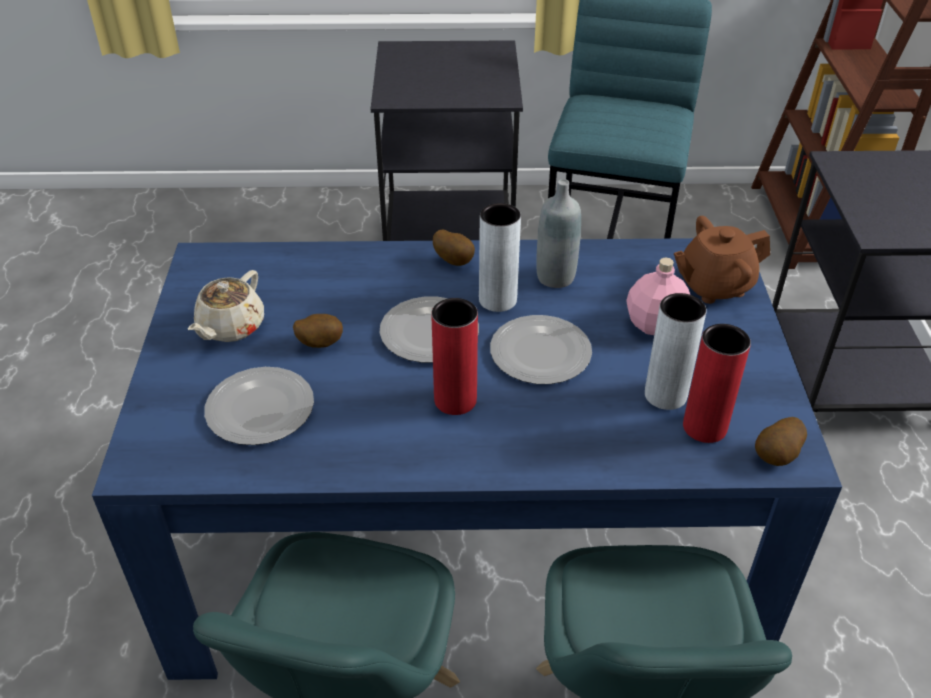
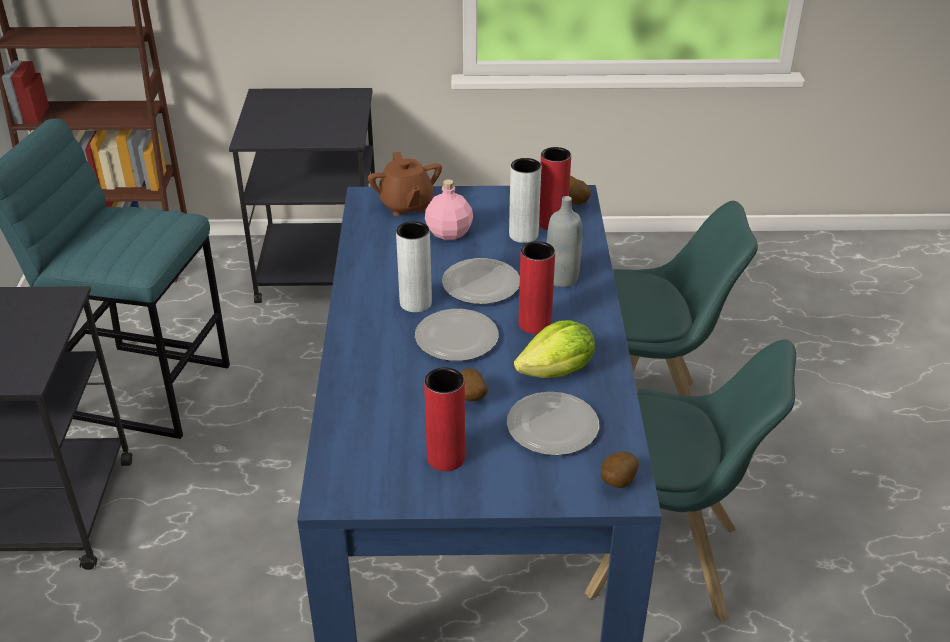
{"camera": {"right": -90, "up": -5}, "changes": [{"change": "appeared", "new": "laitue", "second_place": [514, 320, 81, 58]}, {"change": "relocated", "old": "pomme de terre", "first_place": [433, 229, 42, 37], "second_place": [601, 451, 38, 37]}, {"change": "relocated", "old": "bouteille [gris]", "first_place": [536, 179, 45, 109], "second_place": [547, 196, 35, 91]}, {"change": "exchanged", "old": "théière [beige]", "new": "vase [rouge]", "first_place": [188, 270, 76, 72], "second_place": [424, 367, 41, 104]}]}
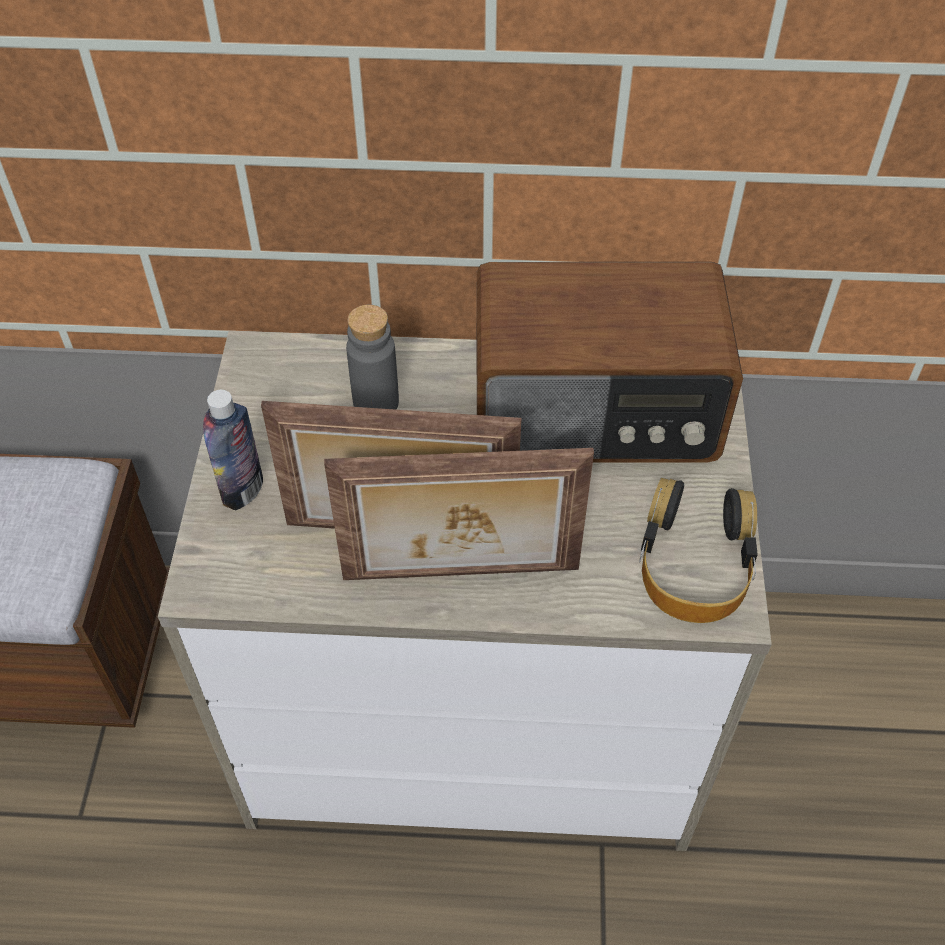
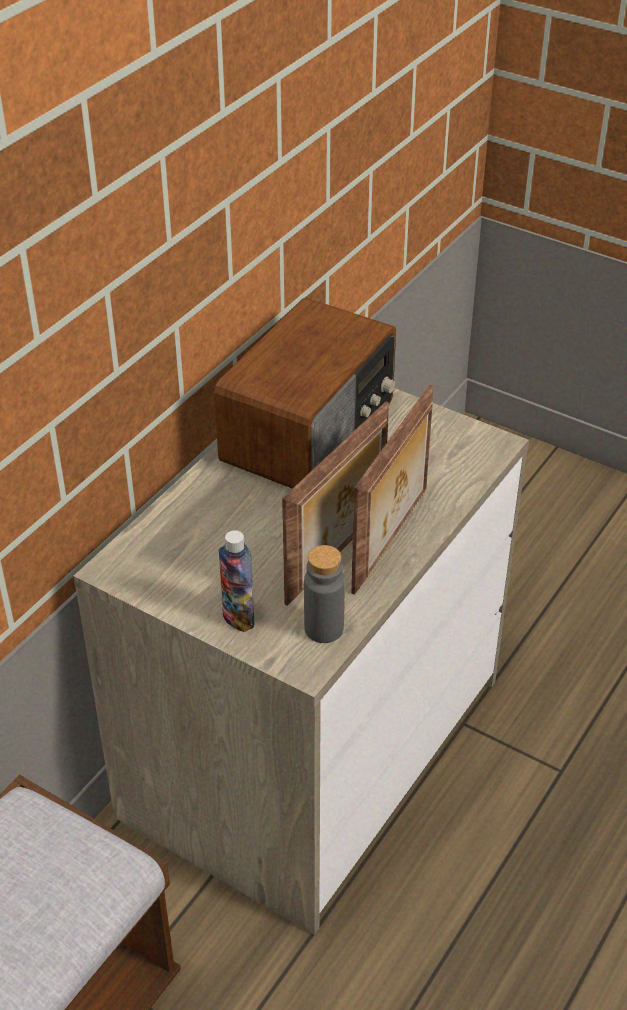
{"camera": {"right": -60, "up": -10}, "changes": [{"change": "missing", "old": "casque audio", "first_place": [639, 478, 119, 145]}, {"change": "relocated", "old": "bouteille [gris]", "first_place": [346, 305, 53, 105], "second_place": [304, 545, 41, 98]}]}
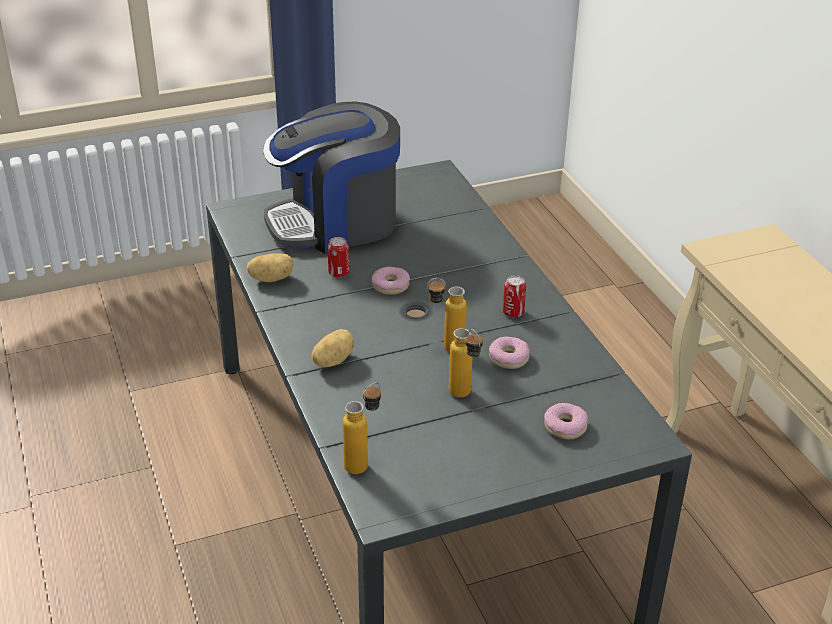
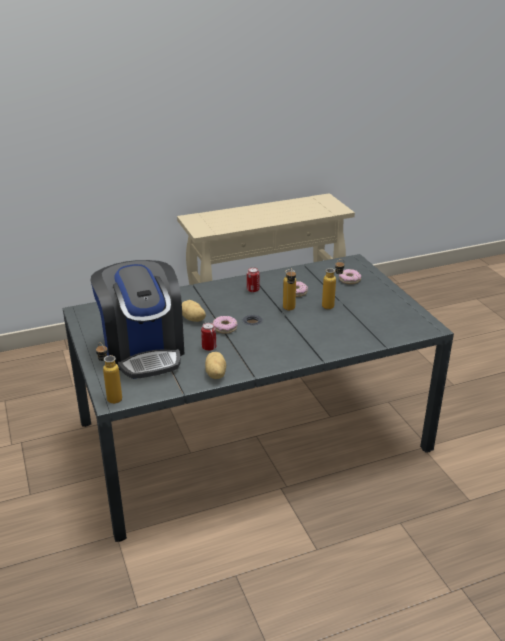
{"camera": {"right": -90, "up": -5}, "changes": [{"change": "relocated", "old": "pomme de terre", "first_place": [311, 329, 43, 38], "second_place": [182, 300, 24, 22]}, {"change": "relocated", "old": "bouteille", "first_place": [342, 382, 39, 92], "second_place": [96, 342, 26, 62]}]}
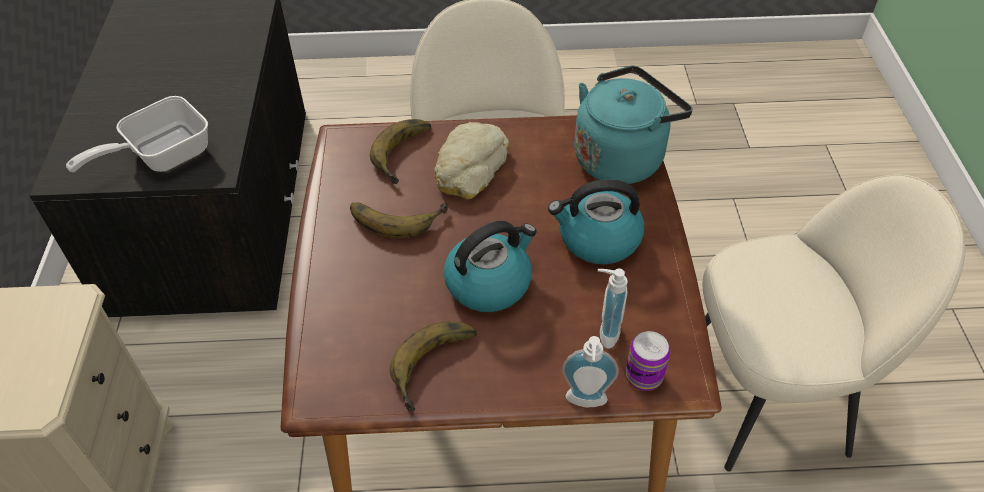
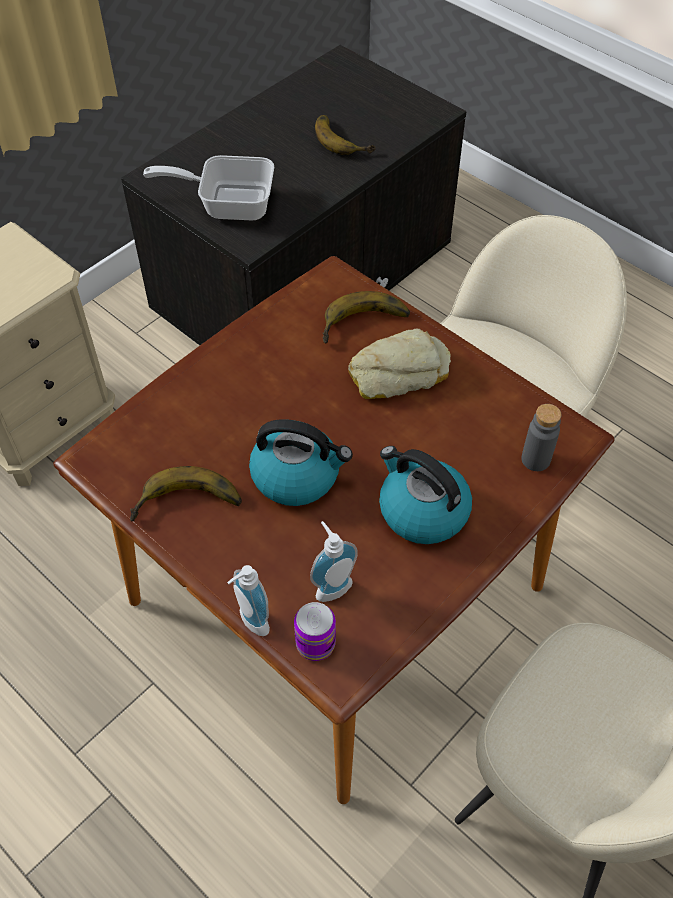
{"camera": {"right": 45, "up": 5}, "changes": [{"change": "relocated", "old": "banane", "first_place": [350, 202, 98, 36], "second_place": [315, 115, 61, 40]}, {"change": "exchanged", "old": "bouilloire [turquoise]", "new": "bouteille [gris]", "first_place": [574, 65, 119, 119], "second_place": [521, 404, 40, 67]}]}
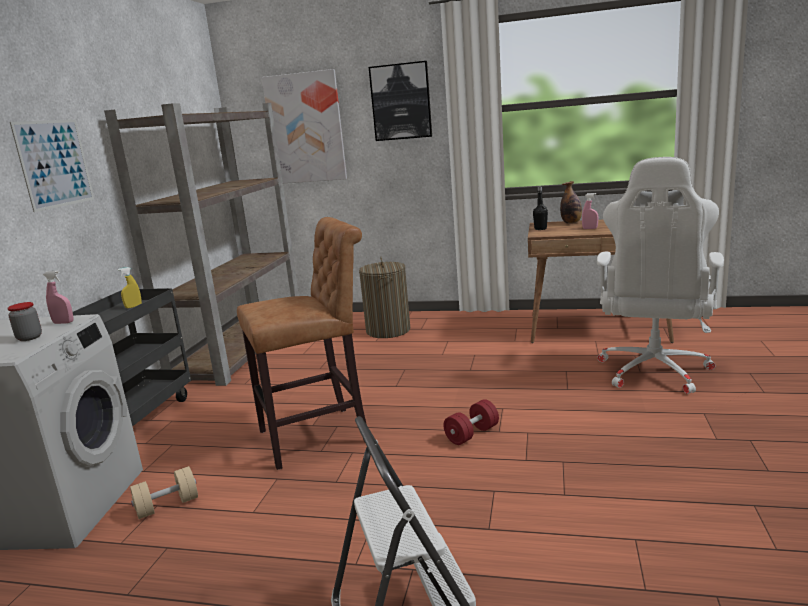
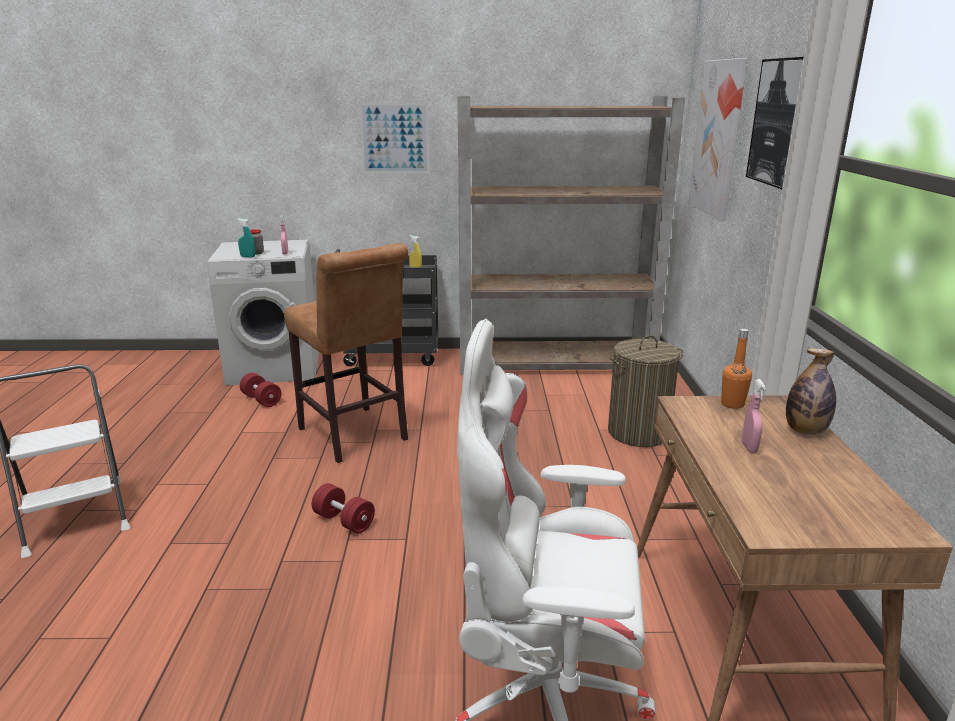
{"camera": {"right": 75, "up": 5}, "changes": [{"change": "appeared", "new": "vaporisateur [turquoise]", "second_place": [237, 218, 18, 39]}, {"change": "colour", "old": "haltère [beige]", "new": "haltère [rouge]", "first_place": [130, 466, 68, 53], "second_place": [240, 373, 41, 34]}, {"change": "colour", "old": "bouteille [noir]", "new": "bouteille [orange]", "first_place": [533, 186, 15, 44], "second_place": [721, 329, 31, 80]}]}
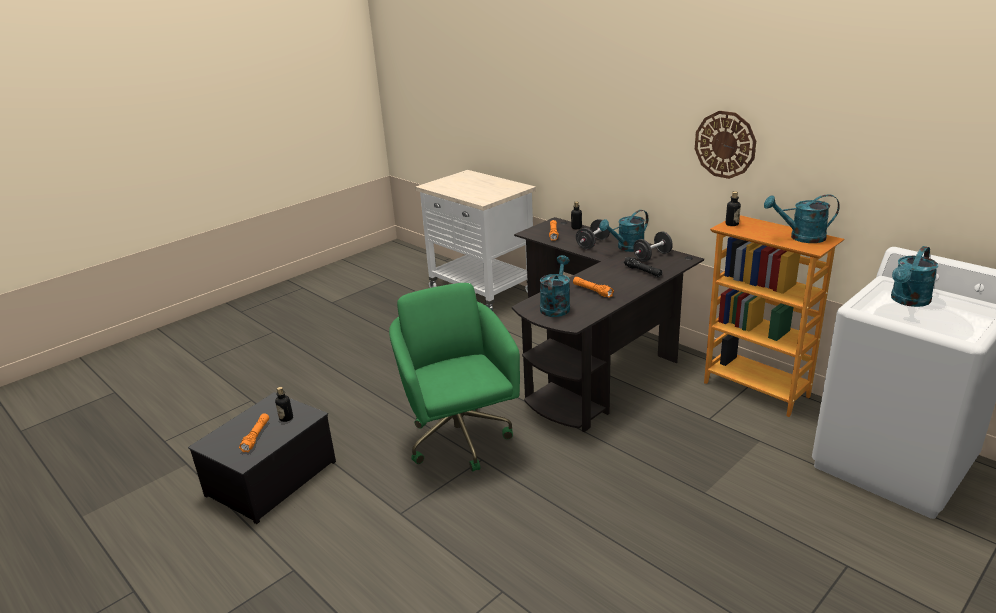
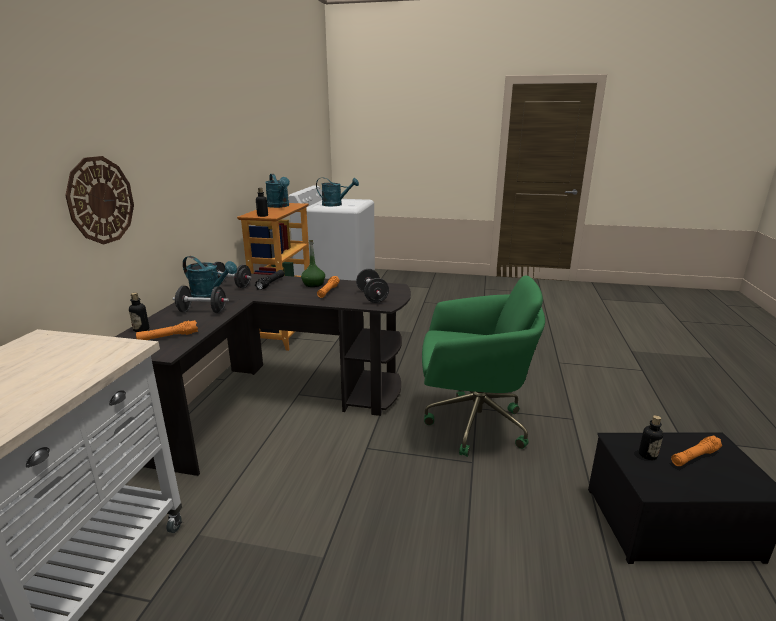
{"camera": {"right": -125, "up": -5}, "changes": [{"change": "appeared", "new": "bouteille [vert]", "second_place": [301, 240, 24, 47]}, {"change": "relocated", "old": "horloge murale", "first_place": [695, 111, 61, 68], "second_place": [65, 156, 69, 88]}, {"change": "exchanged", "old": "arrosoir [turquoise]", "new": "haltère [noir]", "first_place": [540, 255, 30, 62], "second_place": [356, 269, 33, 34]}, {"change": "spun", "old": "chaise de bureau [vert]", "first_place": [389, 283, 131, 189], "second_place": [422, 275, 123, 182], "degrees": -120}]}
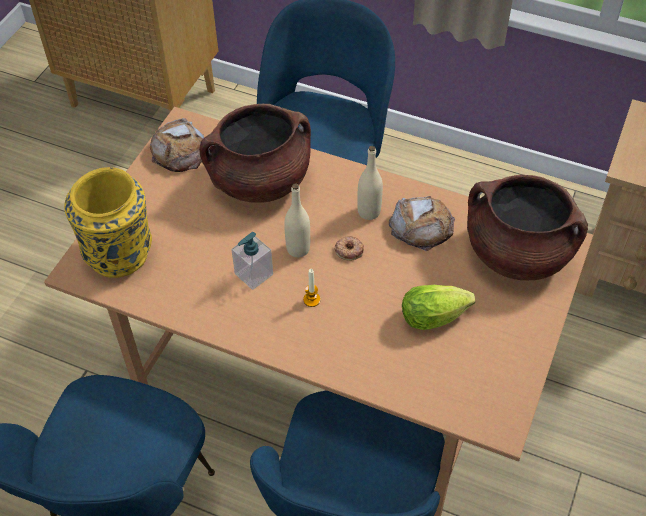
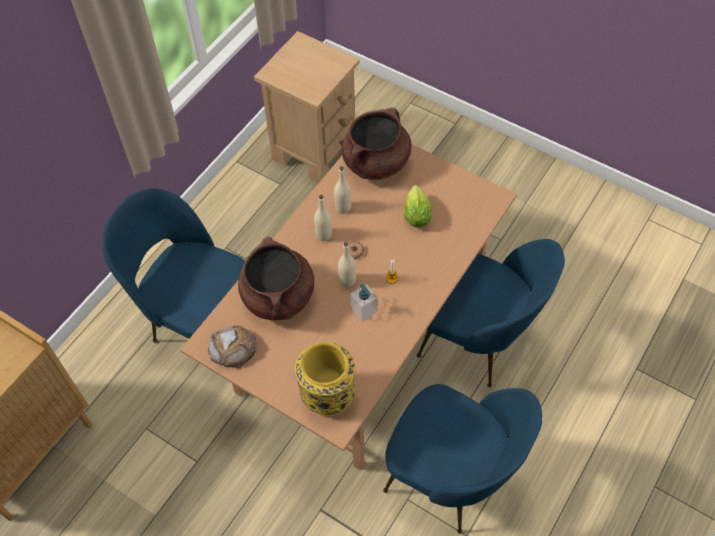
{"camera": {"right": -80, "up": 5}, "changes": [{"change": "exchanged", "old": "pain", "new": "bouteille [beige]", "first_place": [389, 196, 66, 55], "second_place": [334, 167, 17, 47]}]}
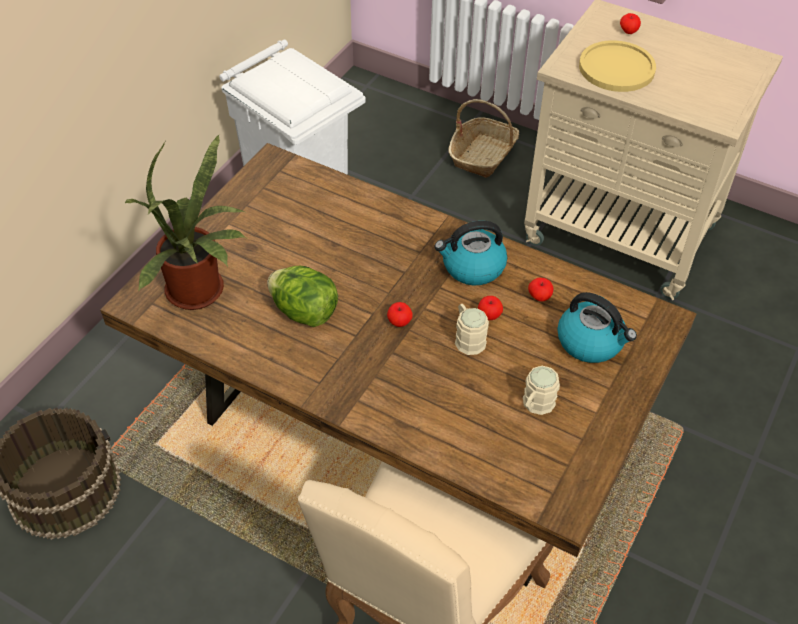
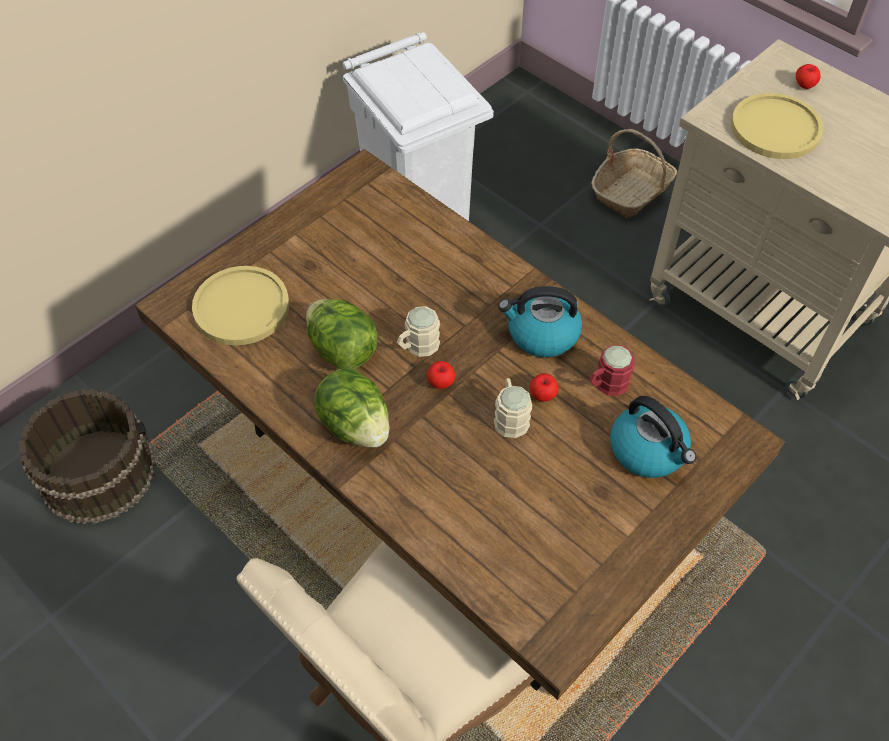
{"camera": {"right": 15, "up": 5}, "changes": [{"change": "appeared", "new": "laitue", "second_place": [314, 368, 76, 80]}, {"change": "relocated", "old": "mug [beige]", "first_place": [523, 366, 37, 49], "second_place": [397, 306, 43, 51]}, {"change": "exchanged", "old": "plante en pot", "new": "assiette [jaune]", "first_place": [125, 134, 121, 176], "second_place": [192, 266, 97, 79]}, {"change": "exchanged", "old": "pomme", "new": "mug [rouge]", "first_place": [528, 278, 26, 24], "second_place": [589, 345, 46, 51]}]}
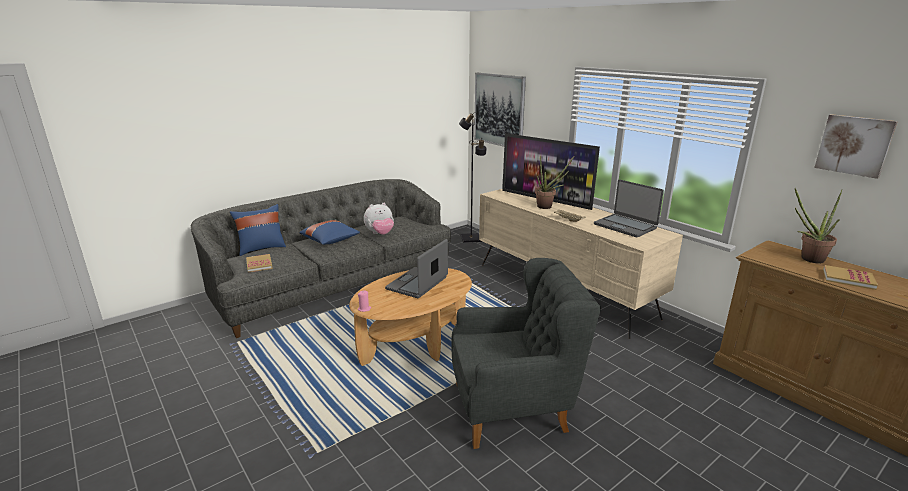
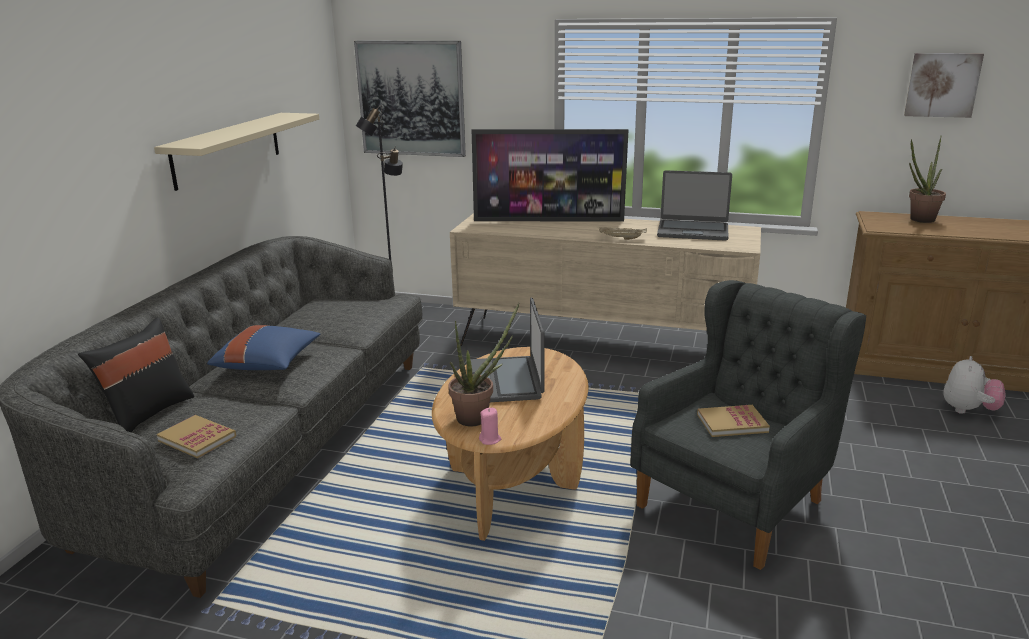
{"camera": {"right": -35, "up": 0}, "changes": [{"change": "appeared", "new": "étagère [beige]", "second_place": [154, 113, 165, 78]}, {"change": "relocated", "old": "peluche", "first_place": [364, 203, 30, 32], "second_place": [943, 356, 63, 58]}, {"change": "relocated", "old": "plante en pot", "first_place": [535, 155, 40, 54], "second_place": [448, 303, 71, 123]}, {"change": "relocated", "old": "livre", "first_place": [823, 265, 55, 25], "second_place": [697, 405, 73, 32]}, {"change": "colour", "old": "coussin [bleu]", "new": "coussin [noir]", "first_place": [230, 204, 56, 52], "second_place": [78, 317, 116, 115]}]}
